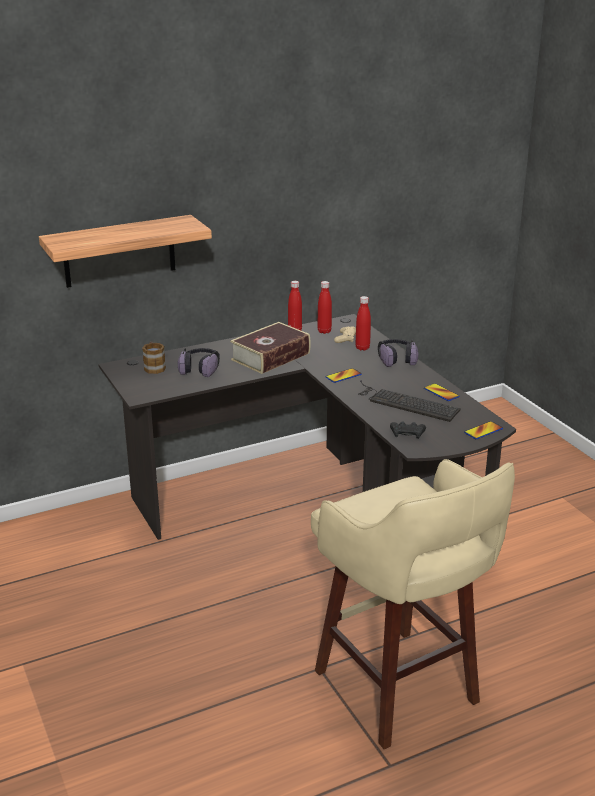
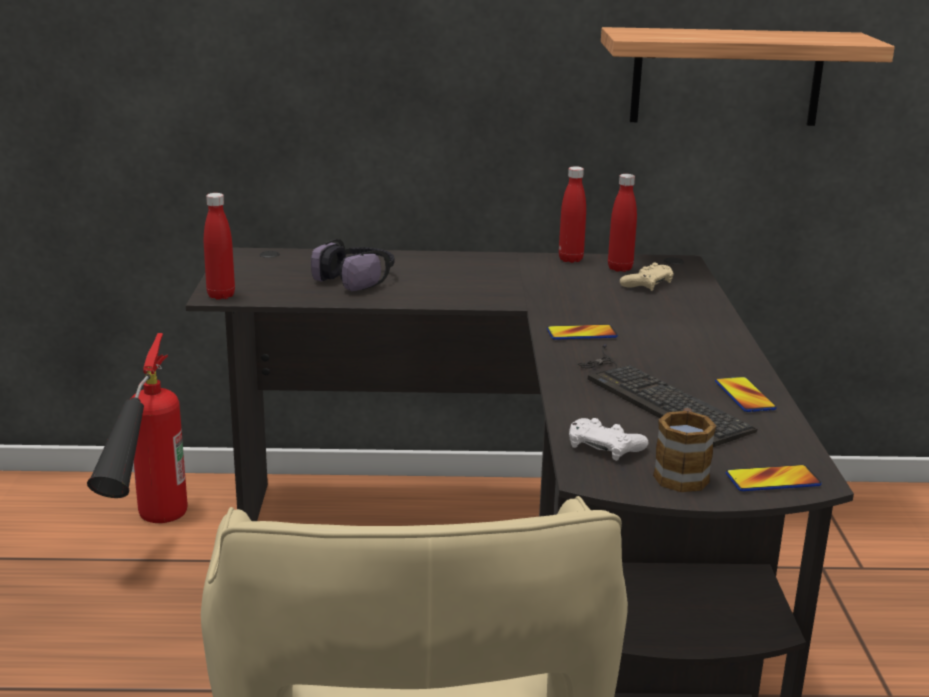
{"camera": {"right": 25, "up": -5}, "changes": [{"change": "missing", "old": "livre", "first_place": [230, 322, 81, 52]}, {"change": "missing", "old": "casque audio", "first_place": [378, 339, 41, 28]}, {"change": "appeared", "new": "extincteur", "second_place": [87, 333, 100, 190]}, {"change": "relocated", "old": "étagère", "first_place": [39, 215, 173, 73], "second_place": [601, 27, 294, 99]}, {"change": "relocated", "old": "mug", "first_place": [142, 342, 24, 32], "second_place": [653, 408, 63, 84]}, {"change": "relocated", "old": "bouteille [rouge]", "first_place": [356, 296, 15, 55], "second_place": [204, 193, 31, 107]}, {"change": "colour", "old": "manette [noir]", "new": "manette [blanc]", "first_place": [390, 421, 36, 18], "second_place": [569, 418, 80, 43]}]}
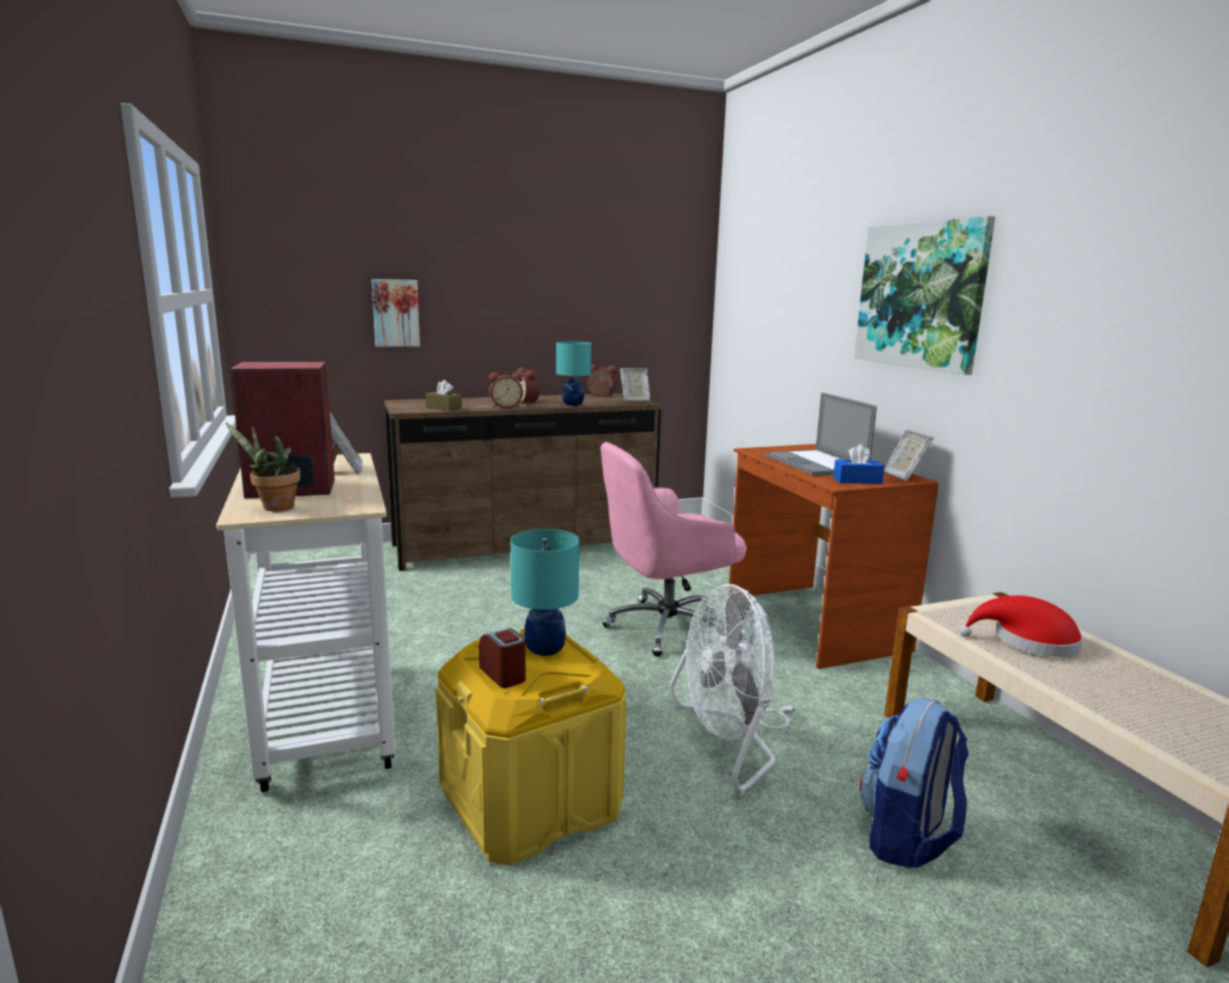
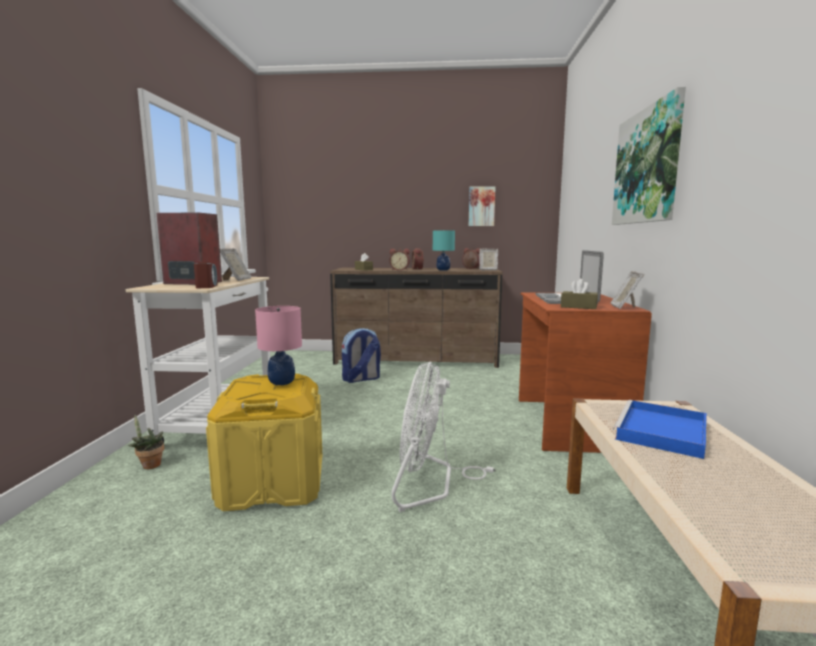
{"camera": {"right": 25, "up": -5}, "changes": [{"change": "missing", "old": "chaise de bureau [rose]", "first_place": [601, 442, 146, 214]}, {"change": "relocated", "old": "plante en pot", "first_place": [225, 422, 75, 89], "second_place": [128, 415, 36, 54]}, {"change": "relocated", "old": "tableau", "first_place": [372, 279, 48, 68], "second_place": [469, 186, 27, 40]}, {"change": "relocated", "old": "réveil", "first_place": [479, 628, 47, 60], "second_place": [194, 262, 24, 26]}, {"change": "relocated", "old": "sac à dos", "first_place": [860, 698, 109, 170], "second_place": [342, 328, 39, 55]}, {"change": "exchanged", "old": "chapeau [rouge]", "new": "plateau [bleu]", "first_place": [959, 595, 124, 62], "second_place": [613, 400, 94, 59]}, {"change": "colour", "old": "lampe de table [turquoise]", "new": "lampe de table [rose]", "first_place": [511, 529, 68, 127], "second_place": [255, 306, 47, 79]}, {"change": "colour", "old": "boîte à mouchoirs [bleu]", "new": "boîte à mouchoirs [marron]", "first_place": [833, 444, 52, 40], "second_place": [561, 279, 37, 30]}]}
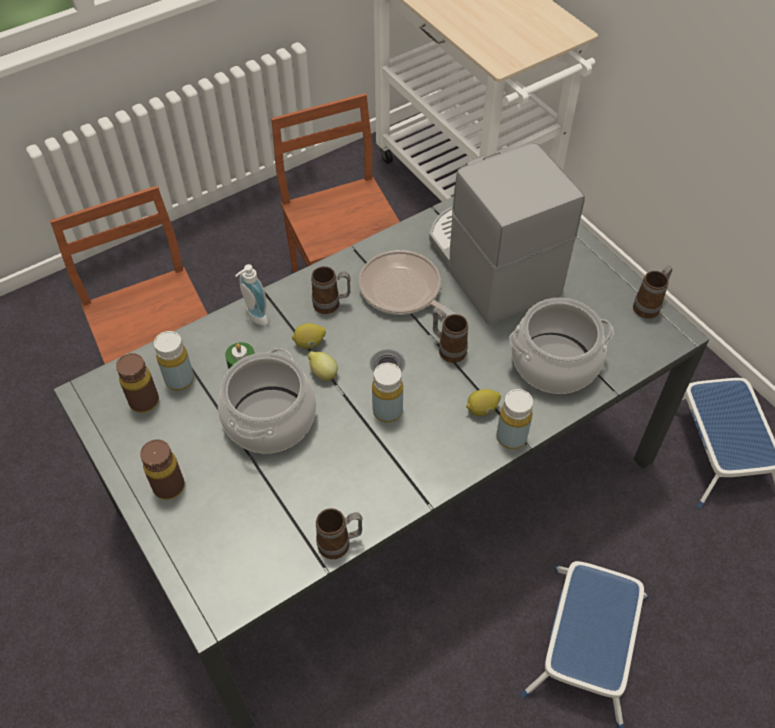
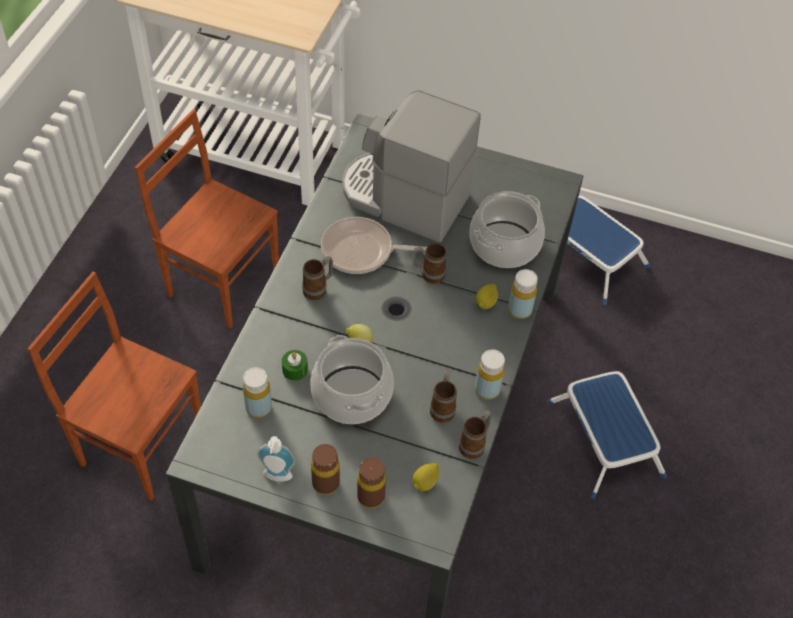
{"camera": {"right": -40, "up": 0}, "changes": [{"change": "relocated", "old": "bouteille [marron]", "first_place": [116, 353, 43, 60], "second_place": [357, 458, 29, 50]}, {"change": "relocated", "old": "distributeur de savon", "first_place": [235, 264, 34, 61], "second_place": [257, 436, 38, 45]}, {"change": "relocated", "old": "citron", "first_place": [292, 323, 34, 26], "second_place": [413, 463, 26, 28]}, {"change": "relocated", "old": "bouteille [jaune]", "first_place": [372, 363, 31, 60], "second_place": [475, 349, 30, 51]}, {"change": "relocated", "old": "mug", "first_place": [633, 265, 39, 54], "second_place": [430, 371, 27, 52]}]}
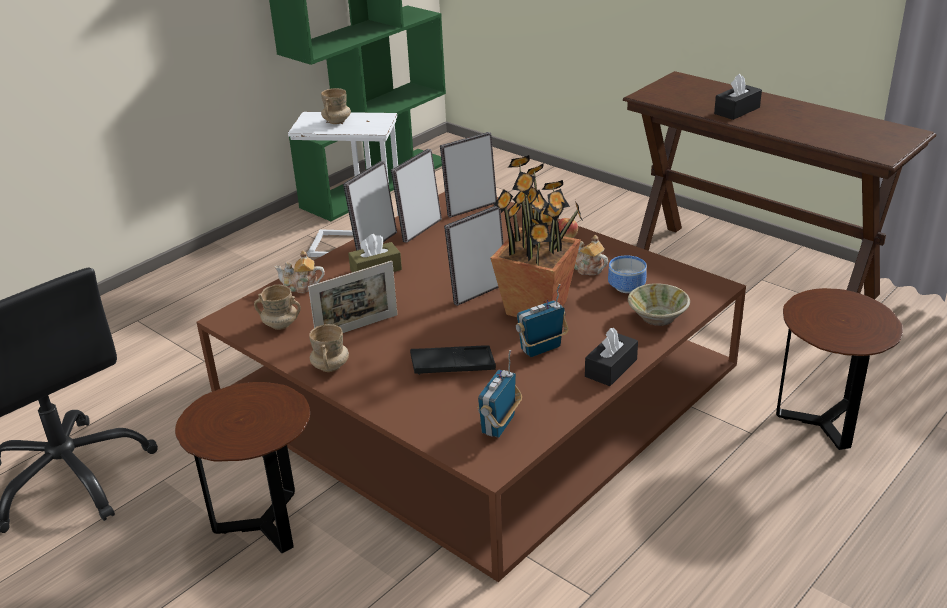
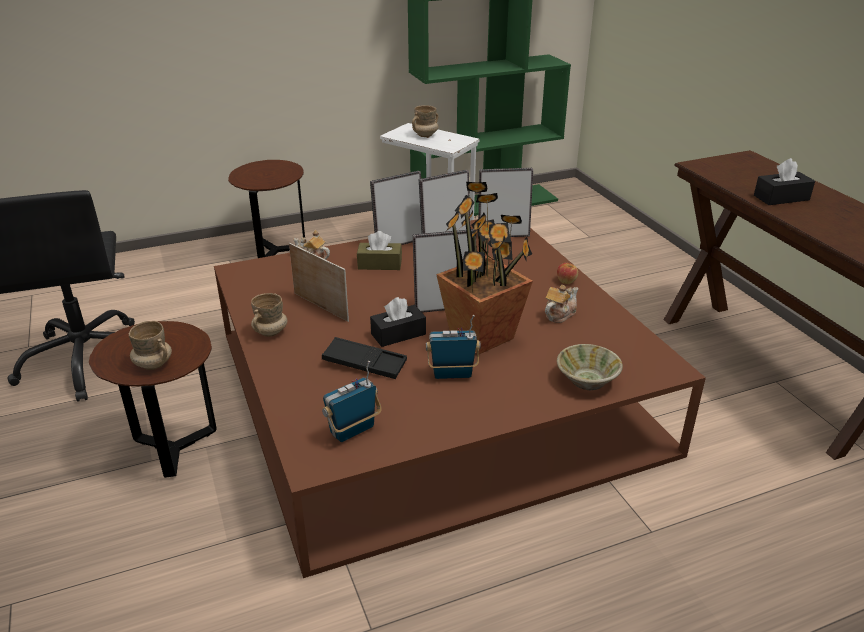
{"camera": {"right": 25, "up": 0}, "changes": [{"change": "missing", "old": "bol", "first_place": [608, 255, 39, 38]}, {"change": "relocated", "old": "mug [beige]", "first_place": [254, 285, 47, 45], "second_place": [129, 321, 43, 49]}, {"change": "relocated", "old": "boîte à mouchoirs [noir]", "first_place": [585, 328, 53, 58], "second_place": [370, 297, 56, 50]}, {"change": "relocated", "old": "table d'appoint [marron]", "first_place": [776, 288, 127, 162], "second_place": [228, 160, 77, 98]}, {"change": "spun", "old": "cadre photo", "first_place": [308, 261, 90, 72], "second_place": [289, 243, 60, 79], "degrees": -135}, {"change": "spun", "old": "théière", "first_place": [574, 235, 34, 40], "second_place": [545, 285, 33, 38], "degrees": 60}]}
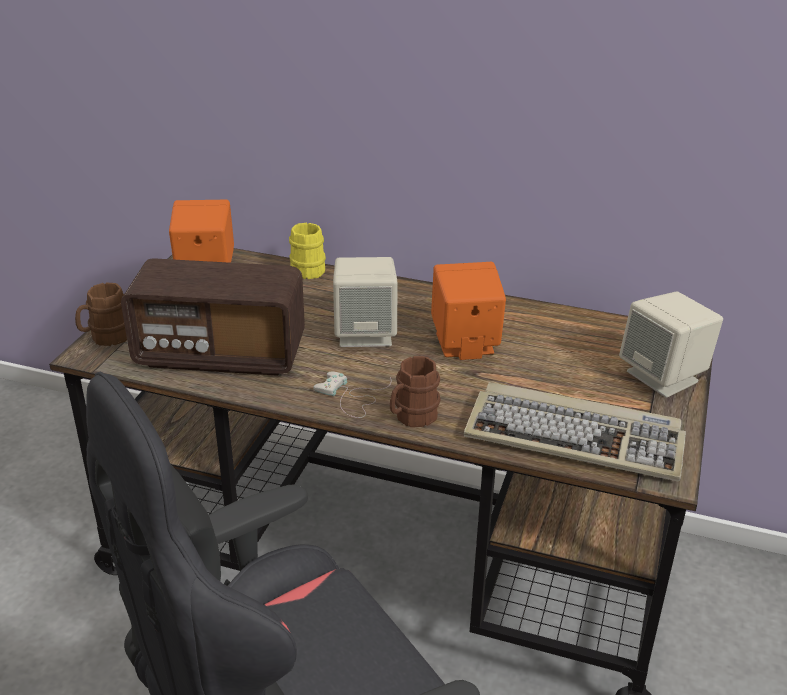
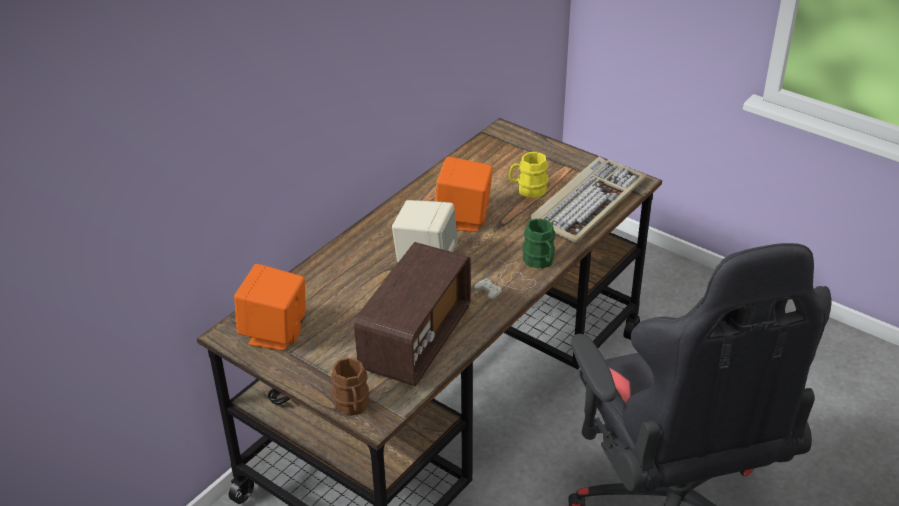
{"camera": {"right": -70, "up": 5}, "changes": [{"change": "missing", "old": "enceinte [beige]", "first_place": [619, 292, 104, 106]}, {"change": "relocated", "old": "mug [jaune]", "first_place": [289, 223, 37, 56], "second_place": [509, 152, 40, 46]}, {"change": "colour", "old": "mug [marron]", "new": "mug [vert]", "first_place": [390, 356, 51, 71], "second_place": [522, 218, 33, 51]}]}
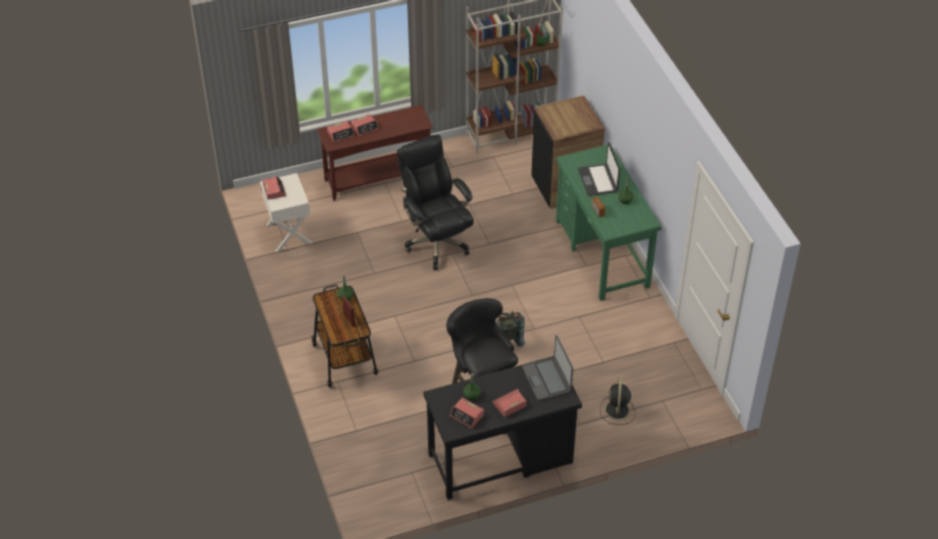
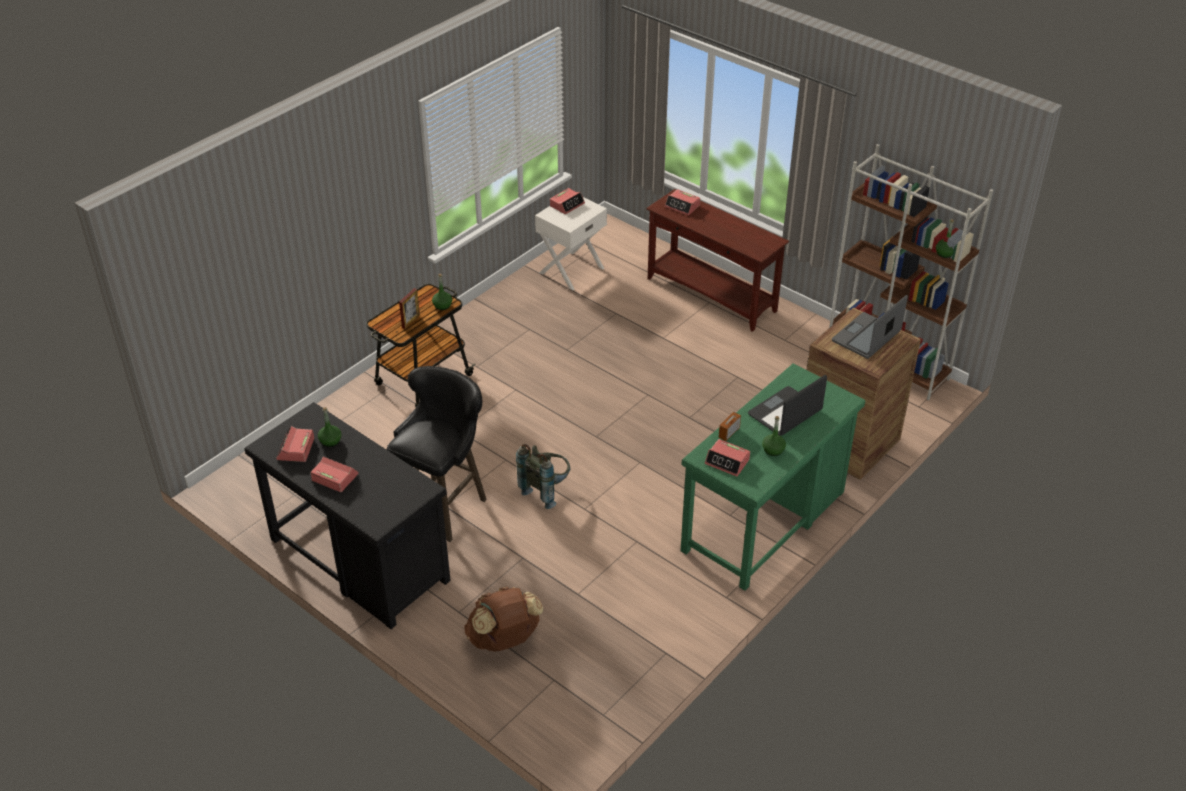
{"camera": {"right": 60, "up": -5}, "changes": [{"change": "missing", "old": "chaise de bureau [noir]", "first_place": [397, 135, 77, 135]}, {"change": "relocated", "old": "réveil", "first_place": [351, 114, 28, 22], "second_place": [705, 439, 45, 38]}, {"change": "relocated", "old": "ordinateur portable", "first_place": [522, 335, 51, 66], "second_place": [832, 295, 76, 64]}, {"change": "exchanged", "old": "ventilateur [noir]", "new": "sac à dos [marron]", "first_place": [600, 377, 35, 48], "second_place": [465, 587, 79, 65]}]}
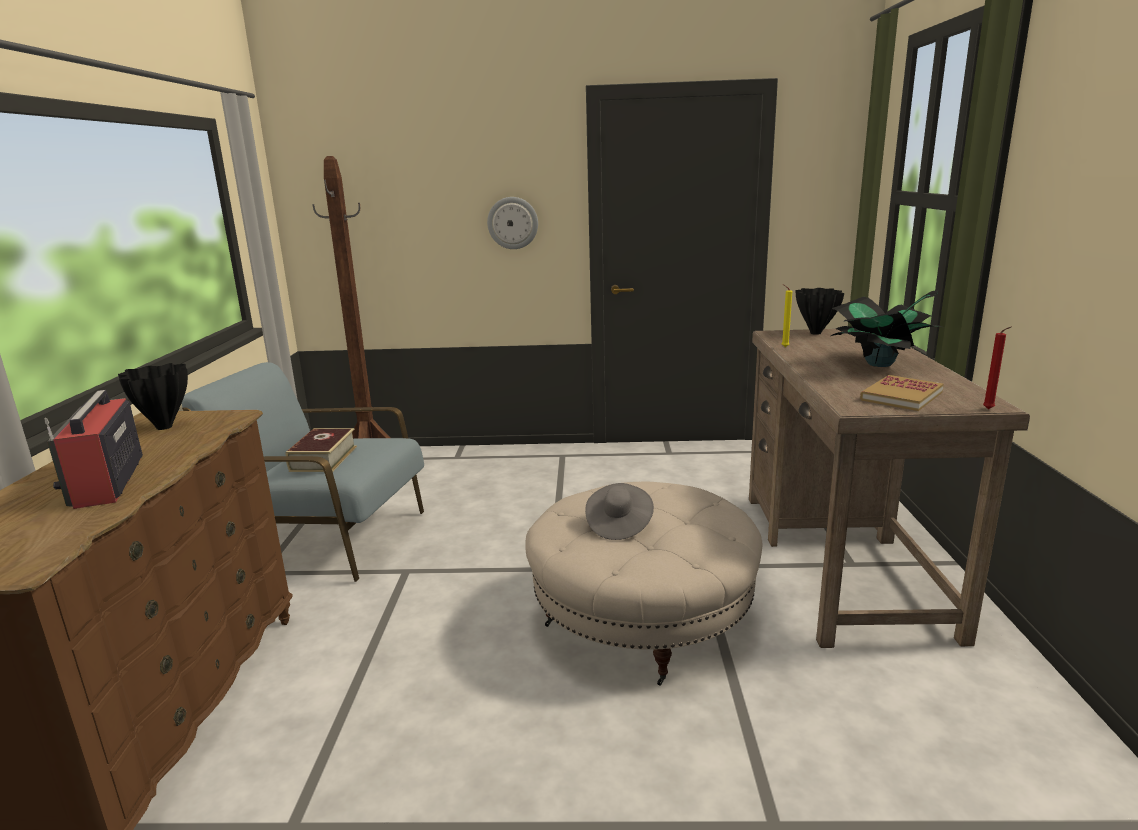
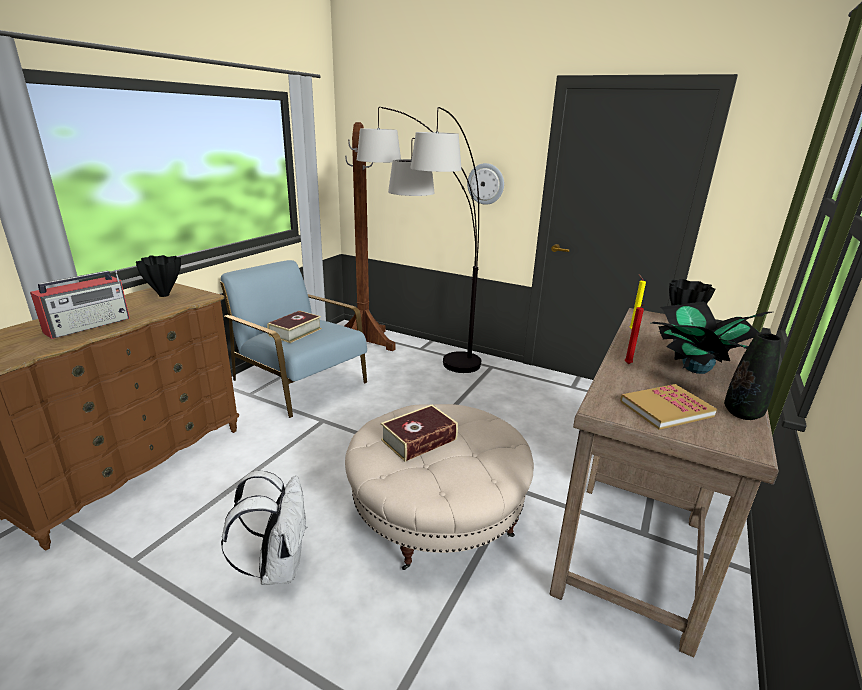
{"camera": {"right": 25, "up": 5}, "changes": [{"change": "appeared", "new": "sac à dos [blanc]", "second_place": [221, 470, 87, 115]}, {"change": "appeared", "new": "lampadaire", "second_place": [357, 107, 124, 266]}, {"change": "appeared", "new": "vase [noir]", "second_place": [724, 332, 57, 88]}, {"change": "relocated", "old": "bougie [rouge]", "first_place": [983, 327, 28, 82], "second_place": [625, 304, 20, 60]}, {"change": "exchanged", "old": "chapeau [gris]", "new": "livre", "first_place": [585, 483, 69, 57], "second_place": [381, 405, 77, 57]}, {"change": "spun", "old": "radio", "first_place": [44, 390, 99, 119], "second_place": [30, 270, 100, 69], "degrees": -150}]}
